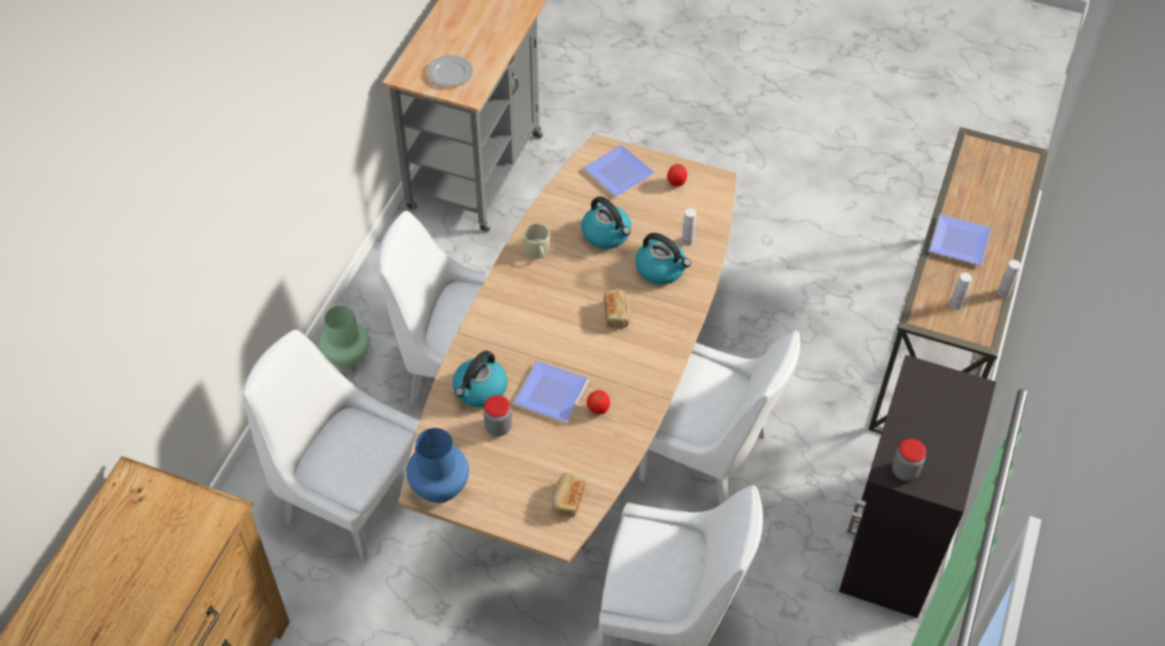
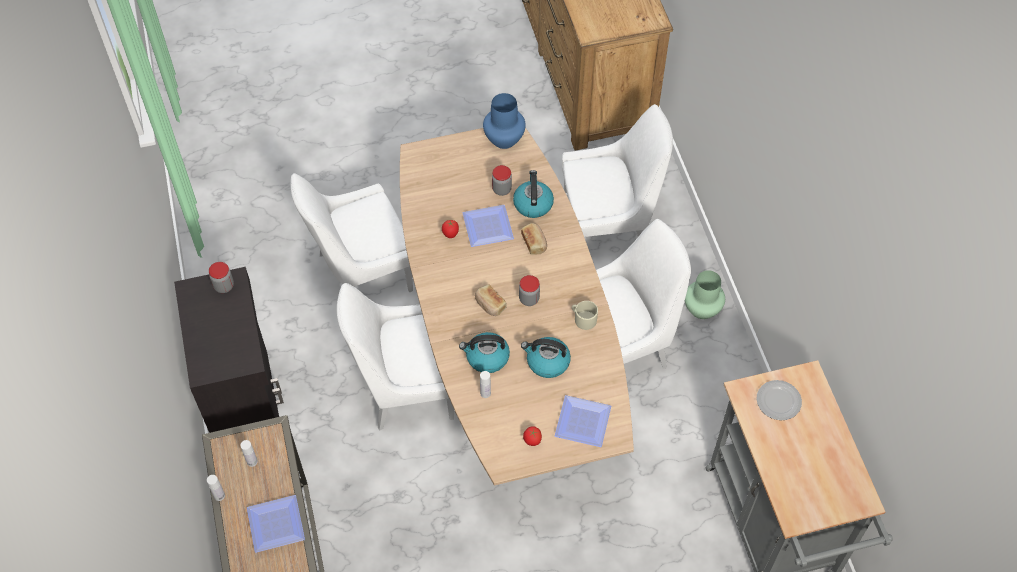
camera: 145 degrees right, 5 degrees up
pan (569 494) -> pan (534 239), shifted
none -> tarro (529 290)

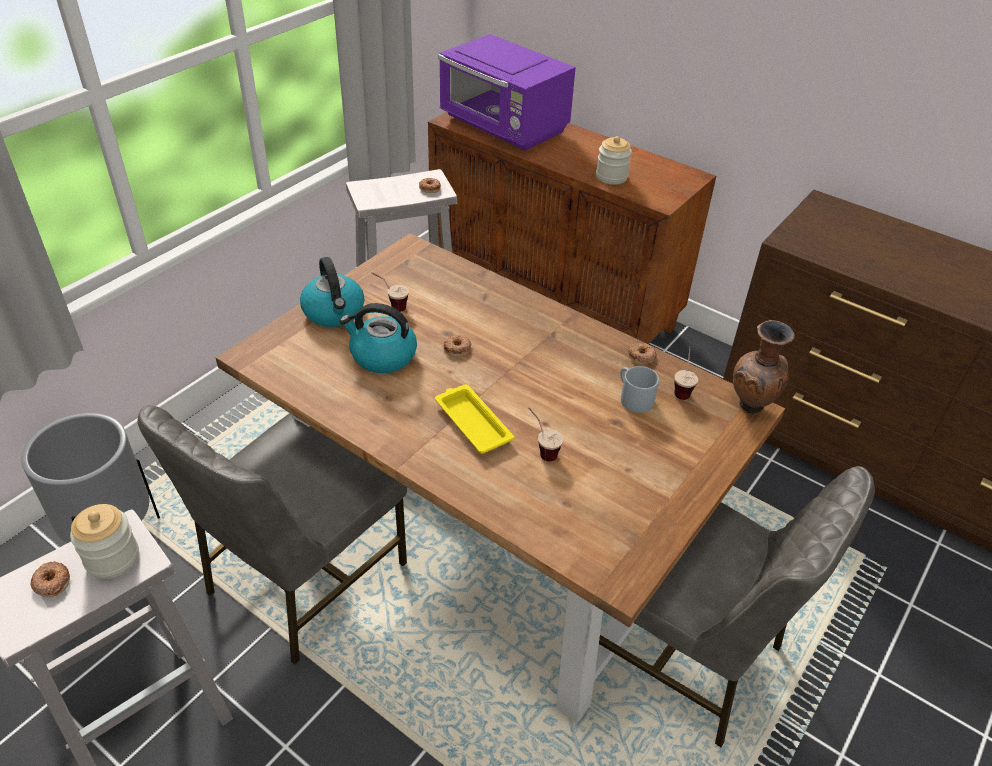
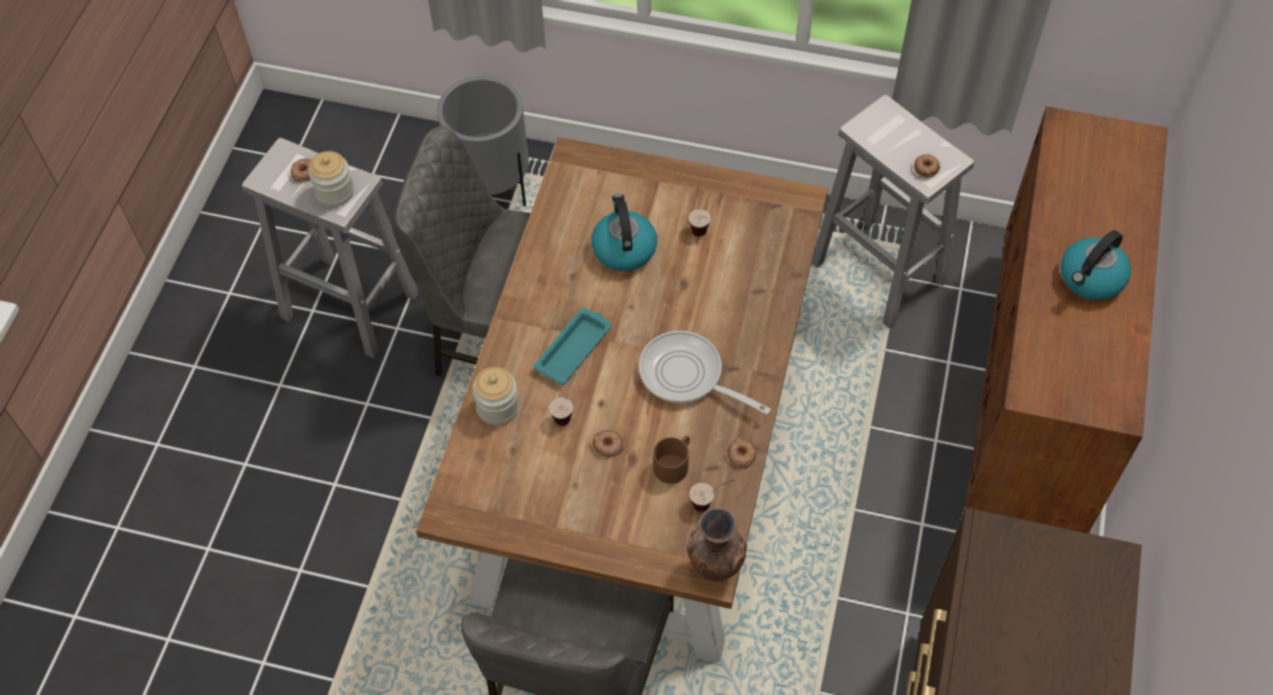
camera: 70 degrees right, 15 degrees up
hervidor (332 292) -> hervidor (1096 265), shifted
bandeja/amarillo (474 419) -> bandeja/turquesa (572 346)
microondas/morado (507 92) -> none
rosquilla (457 345) -> rosquilla (608 444), shifted
tarro (614 160) -> tarro (495 396), shifted
taza grande/gris (639 389) -> taza grande/marrón (671 460)
none -> sartén (705 372)

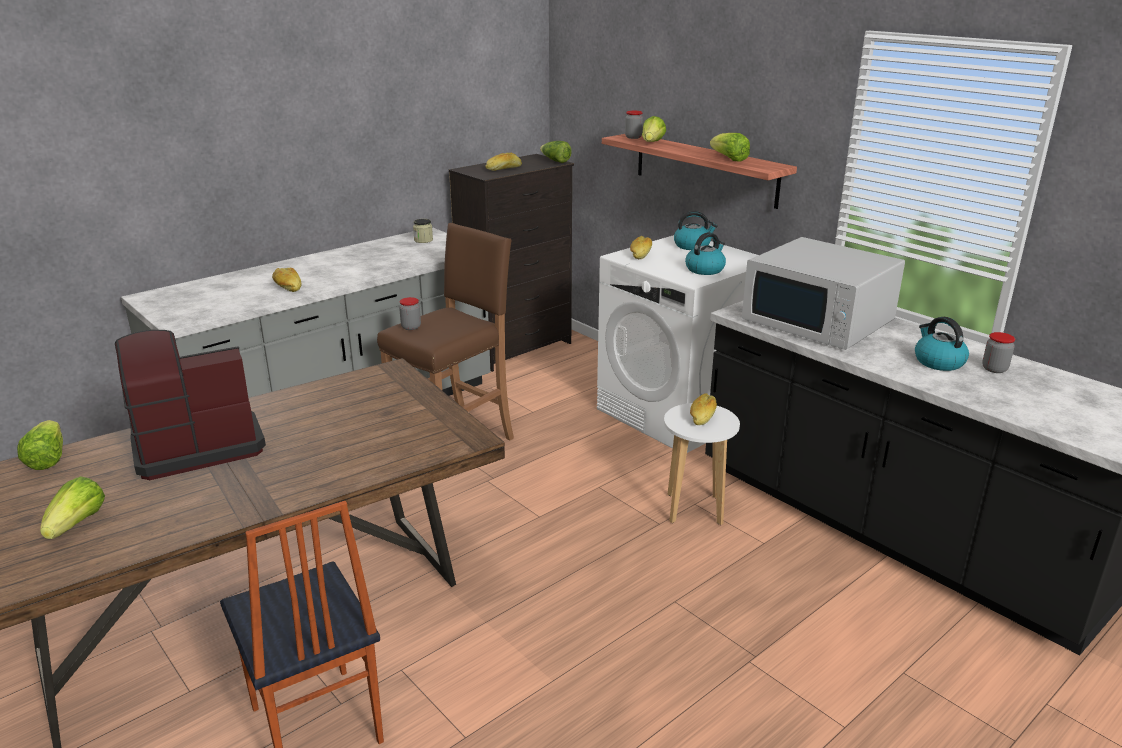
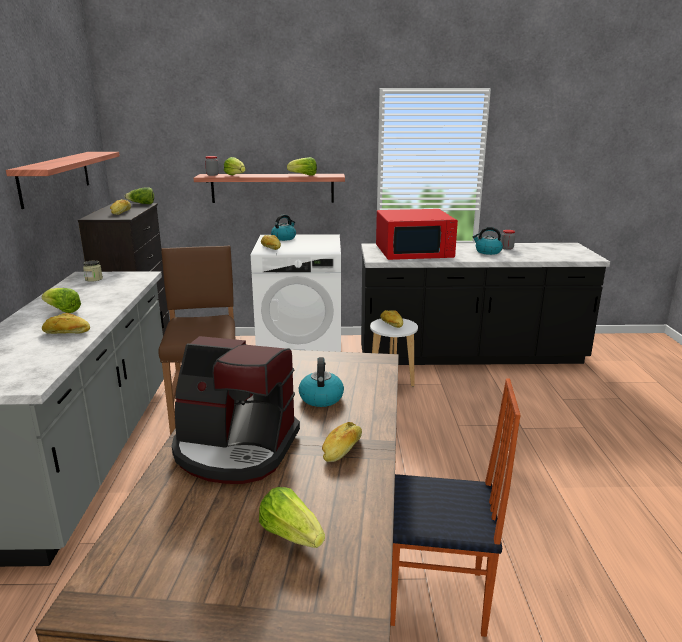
camera: 50 degrees left, 5 degrees down
lechuga (40 445) -> lechuga (61 300), shifted
cafetera (190 405) -> cafetera (236 410), 90 degrees counterclockwise
tarro (410 313) -> none
hervidor (705 253) -> hervidor (321 382), shifted
microondas/blanco (823 293) -> microondas/rojo (417 234)
none -> estante (63 180)
none -> pan (342 442)

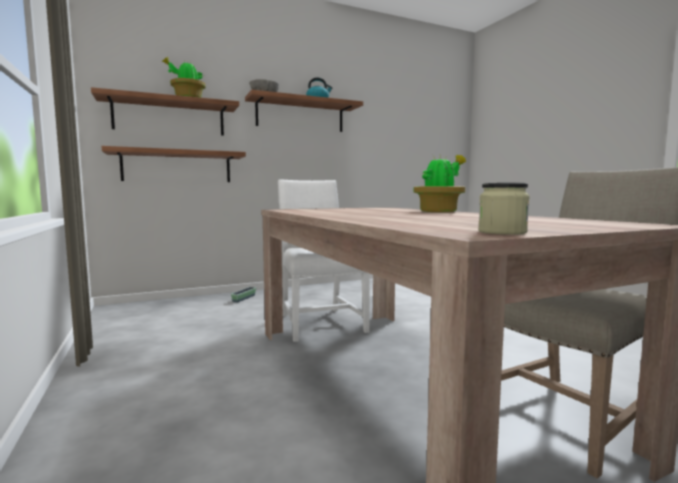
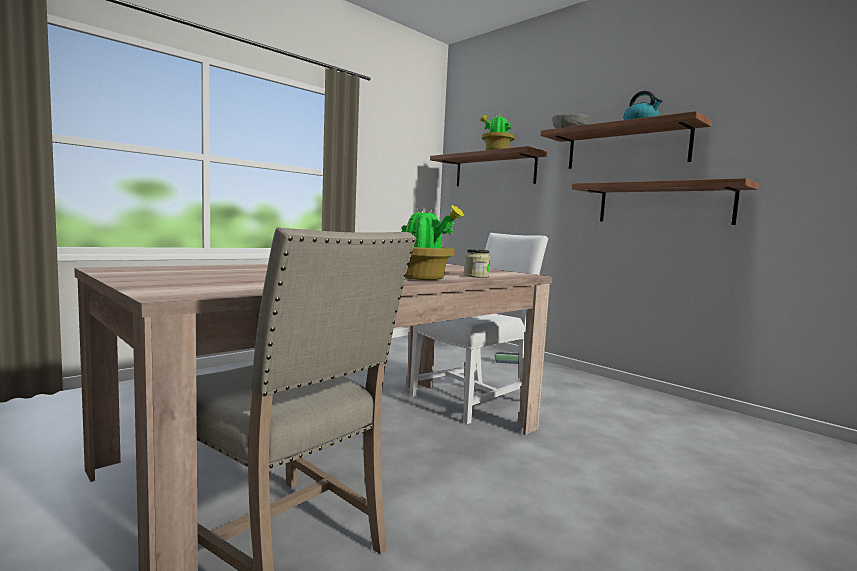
camera: 70 degrees right, 0 degrees up
estante (173 164) -> estante (665 201), shifted
tarro (504 209) -> tarro (477 263), shifted

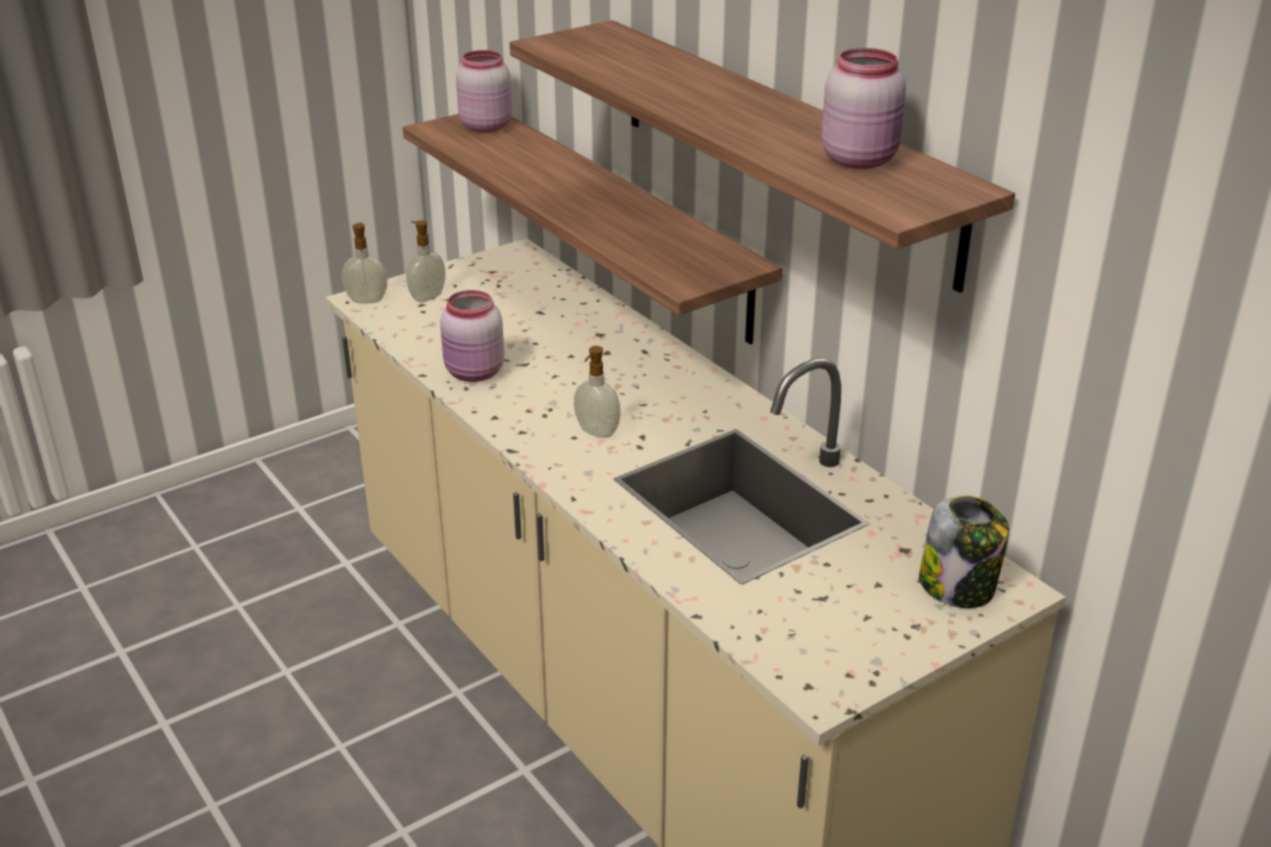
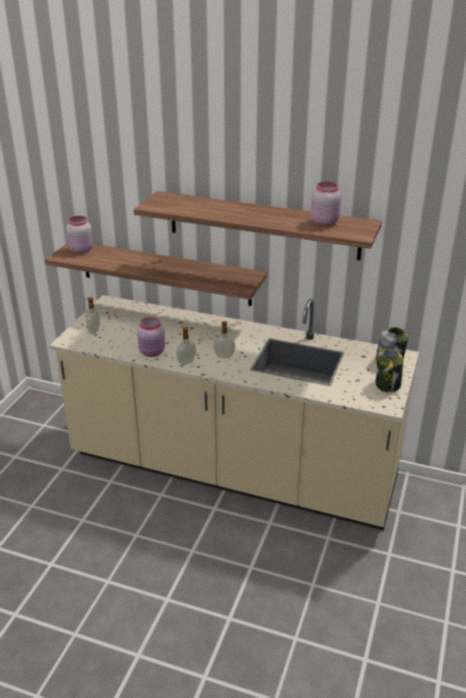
camera: 35 degrees left, 0 degrees up
dispensador de jabón (365 262) -> dispensador de jabón (186 345), shifted
none -> tarro (389 370)

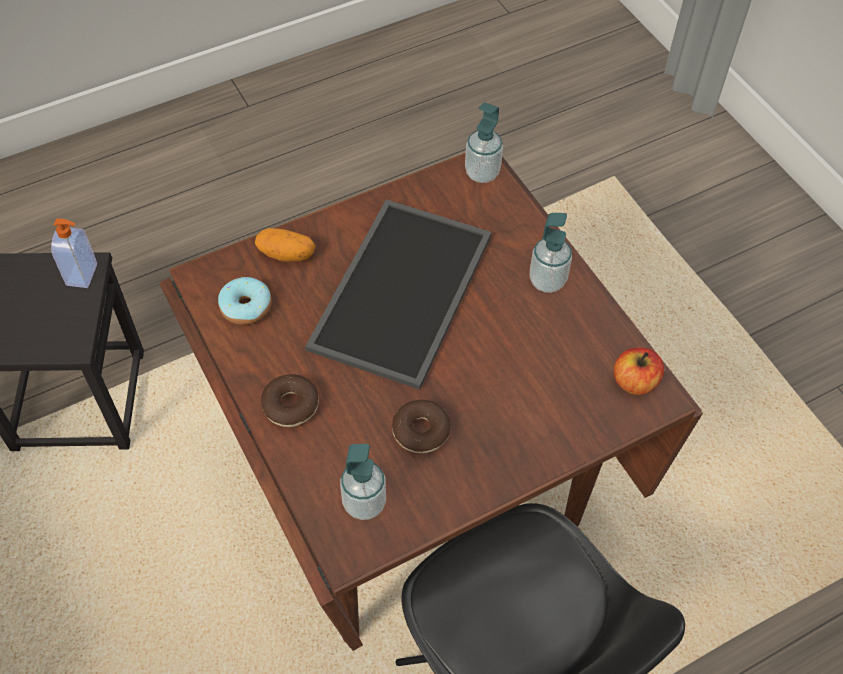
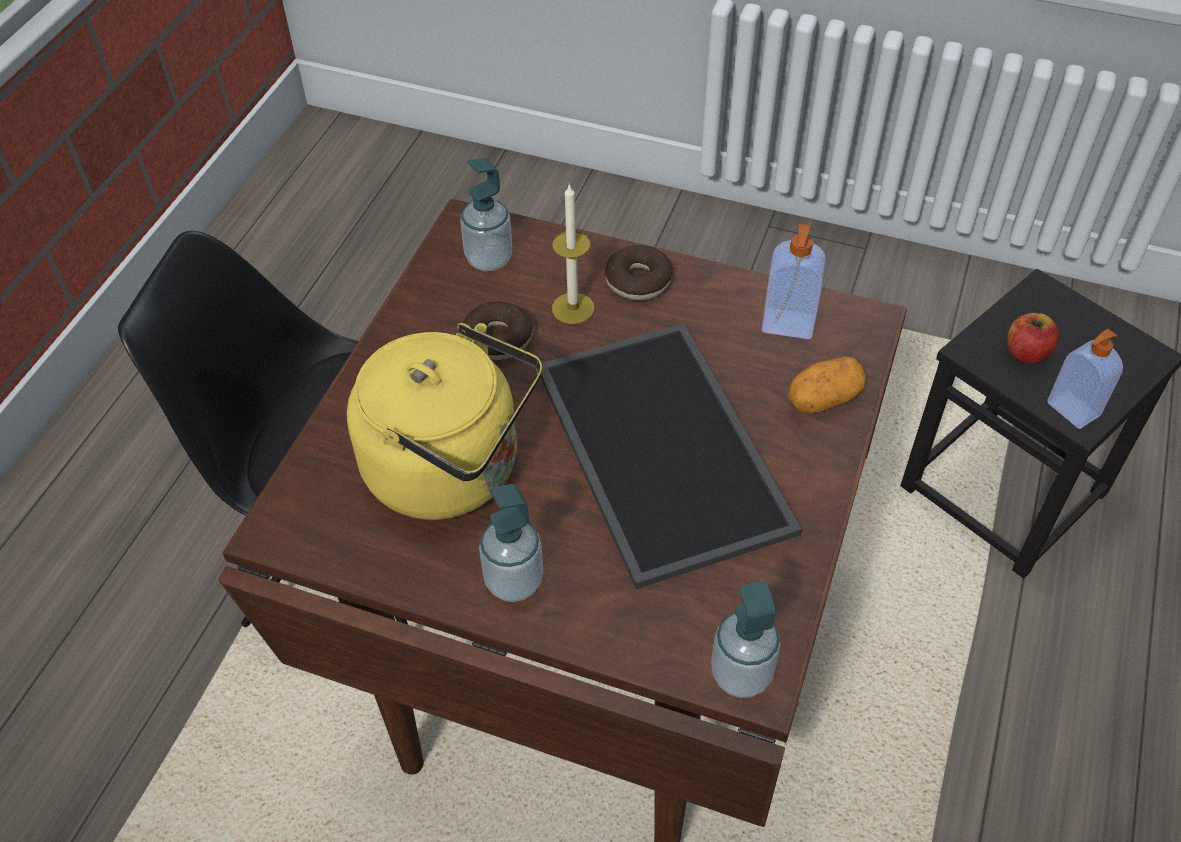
camera: 140 degrees right, 5 degrees down
rosquilla (245 301) -> dispensador de jabón (794 281)
manzana (639 371) -> manzana (1033 338), shifted
none -> hervidor/amarillo (444 421)
none -> vela (573 254)

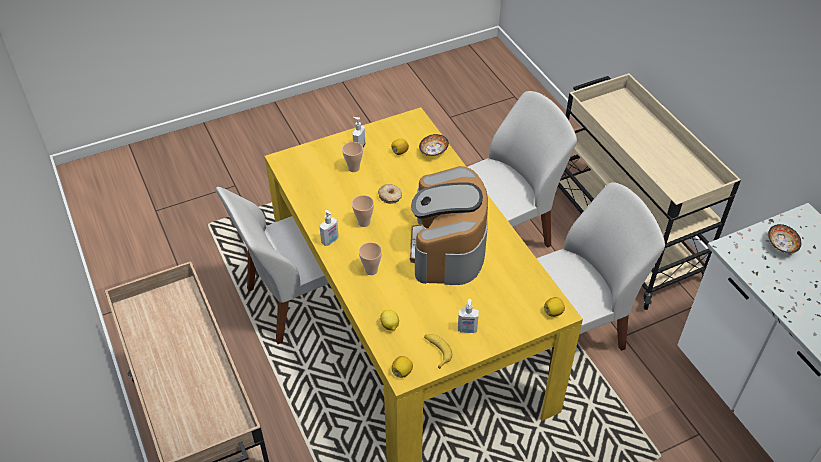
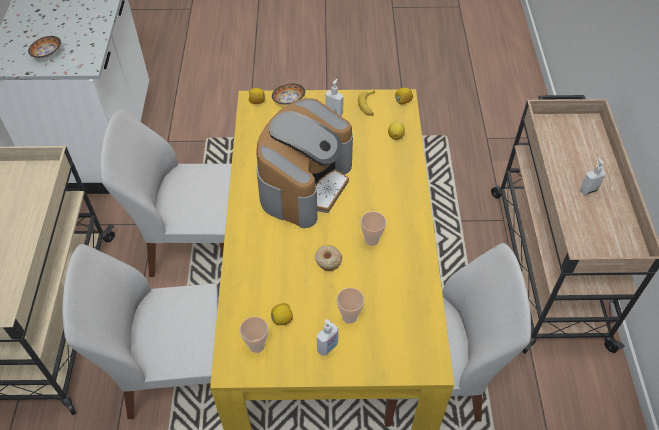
camera: 155 degrees left, 5 degrees up
dispensador de jabón (329 228) -> dispensador de jabón (593 176), shifted
taza (370 258) -> taza (254 335), shifted
cuenco (434 145) -> cuenco (288 94), shifted

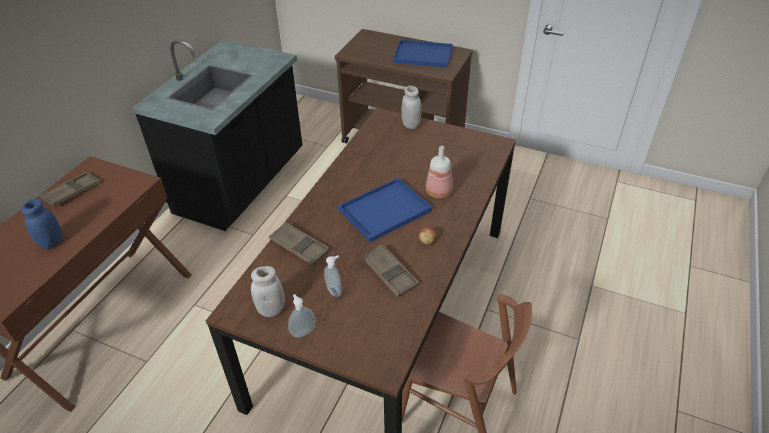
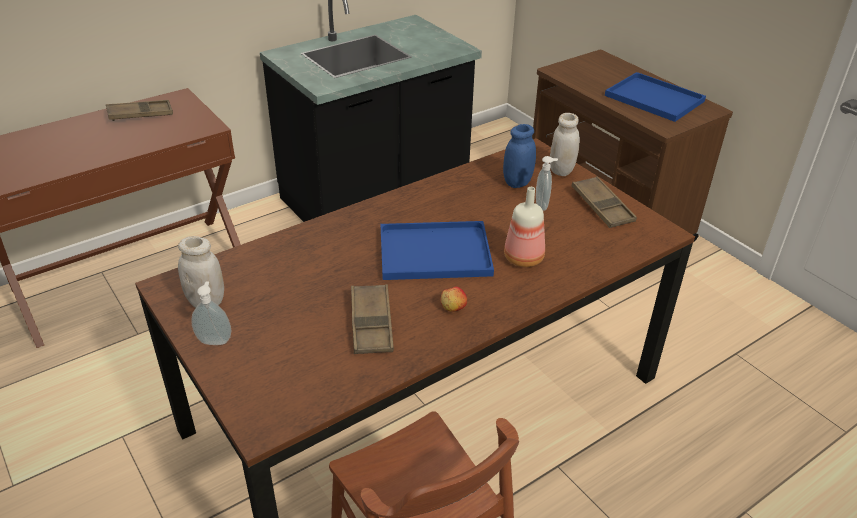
camera: 30 degrees right, 5 degrees down
tarro/azul (41 224) -> tarro/azul (519 156), shifted
bandeja/marrón (299 244) -> bandeja/marrón (604 202), shifted
dispensador de jabón (333 276) -> dispensador de jabón (547 183), shifted

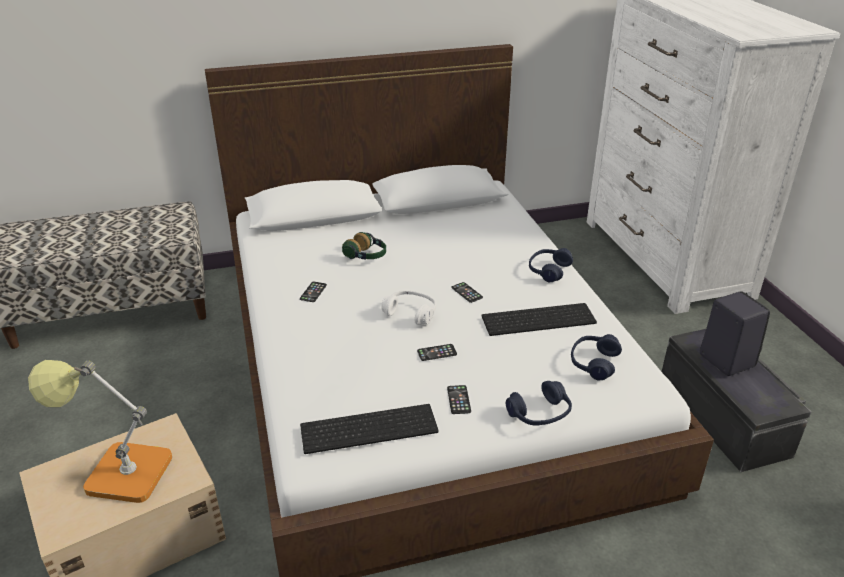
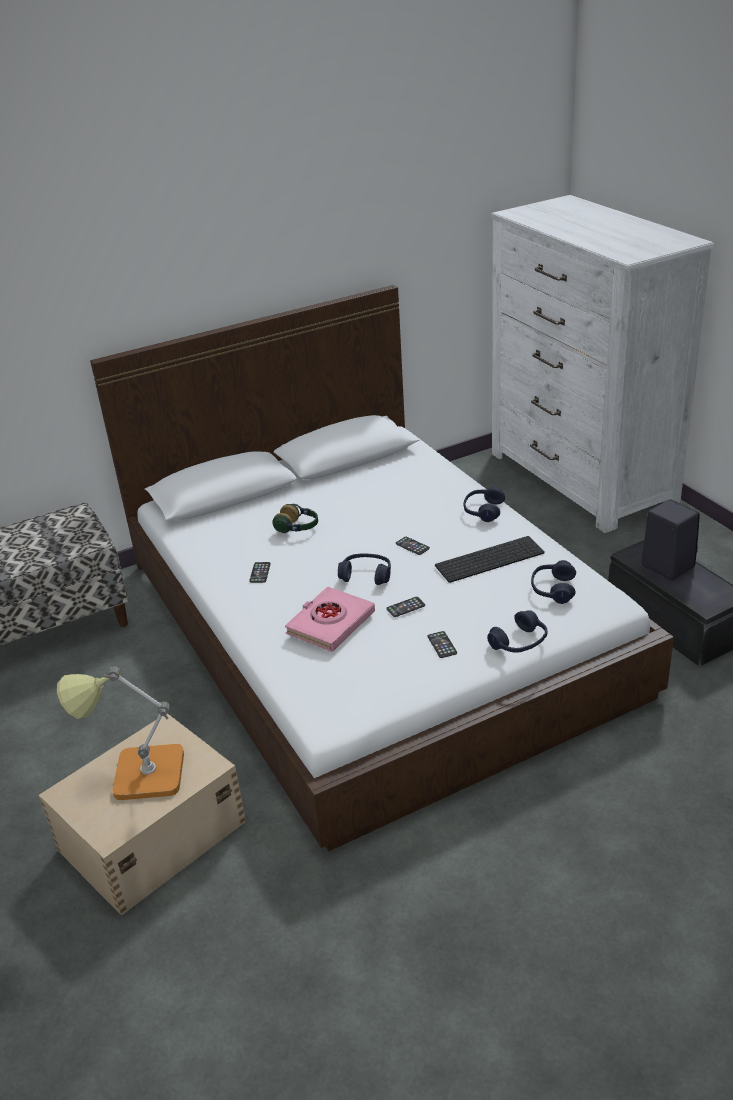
camera: 10 degrees left, 0 degrees up
teclado (369 429) -> none
auriculares/blanco (408 307) -> auriculares/azul (364 569)
none -> libro/rosa (330 619)

